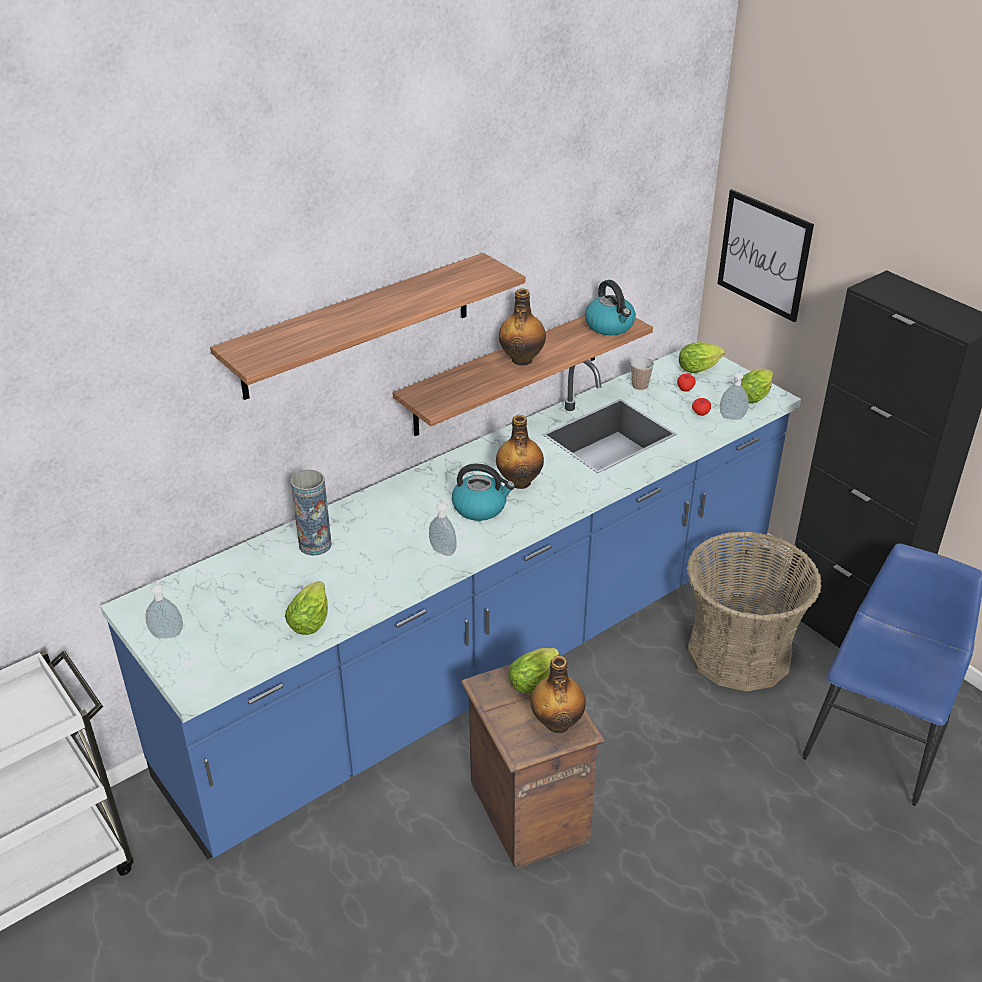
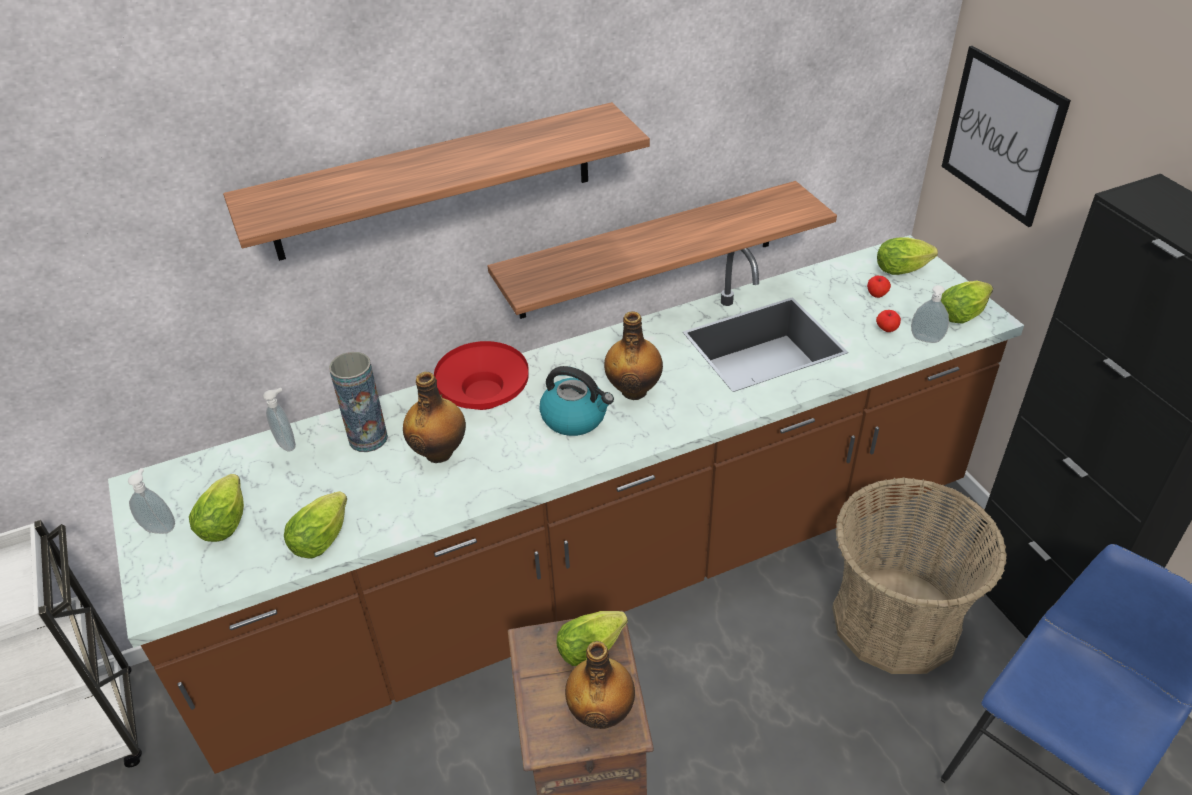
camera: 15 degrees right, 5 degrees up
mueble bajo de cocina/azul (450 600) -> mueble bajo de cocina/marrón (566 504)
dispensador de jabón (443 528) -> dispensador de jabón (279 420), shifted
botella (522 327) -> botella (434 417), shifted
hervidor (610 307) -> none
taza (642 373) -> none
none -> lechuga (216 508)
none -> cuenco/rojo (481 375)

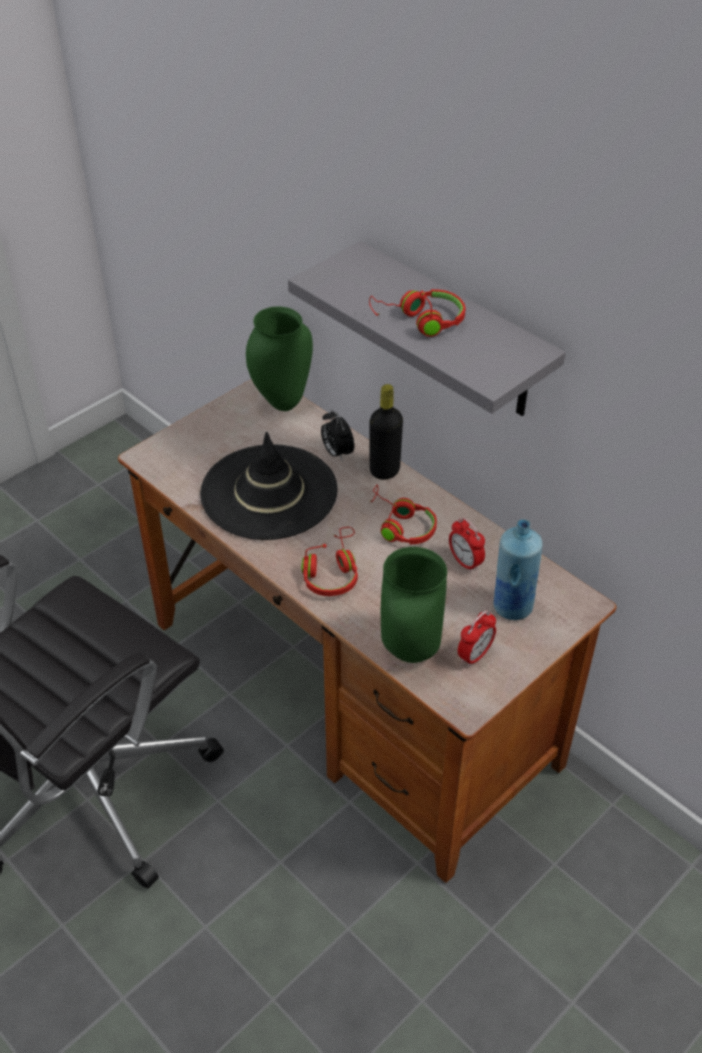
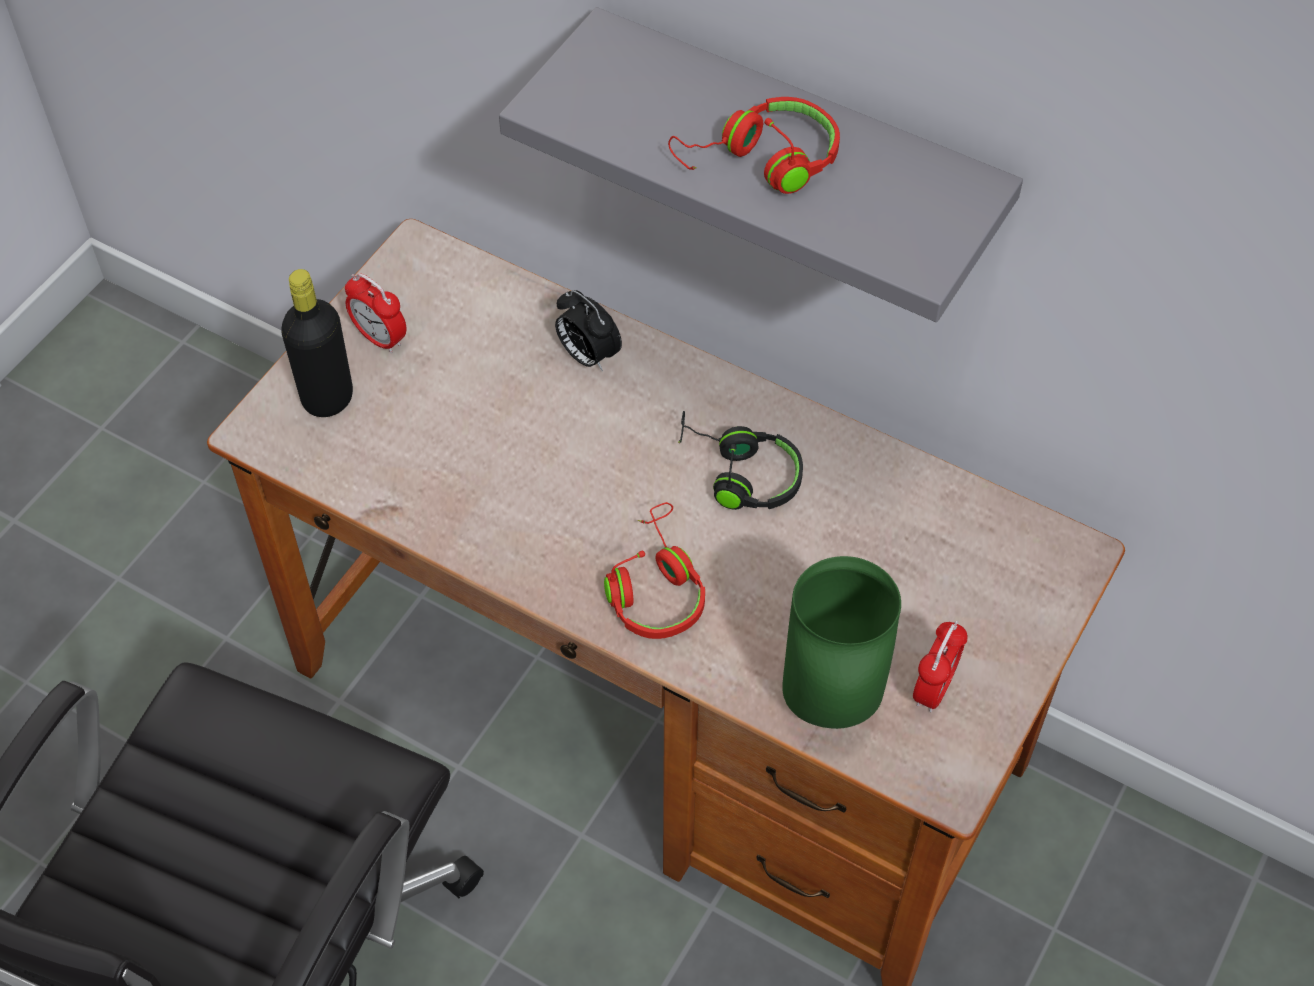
camera: 15 degrees left, 10 degrees up
sombrero/negro (269 485) -> none
florero/verde (279 358) -> none
botella/negro (386 432) -> botella/negro (317 343), shifted
auriculares/rojo (403 514) -> auriculares/negro (740 460)
despertador (467 545) -> despertador (376 313), shifted
botella/azul (518 569) -> none

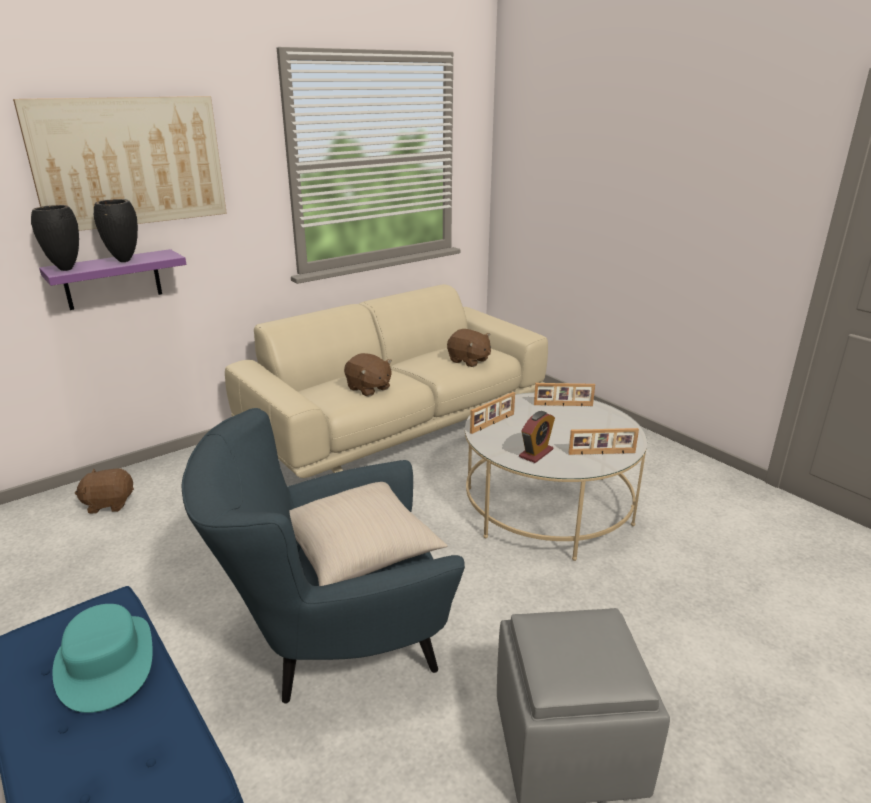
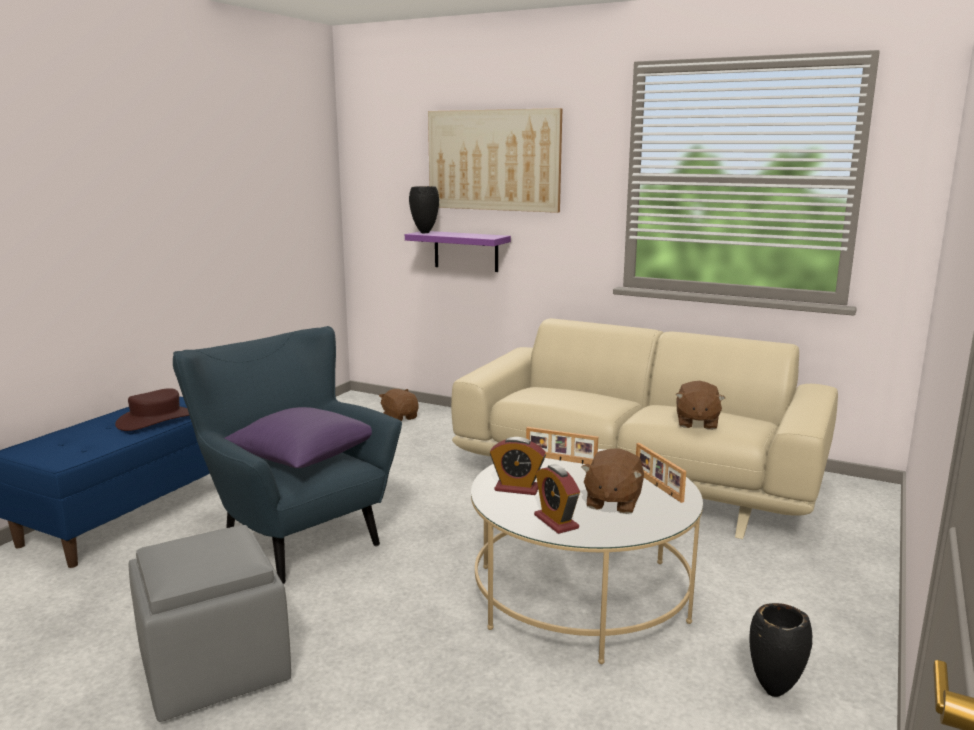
camera: 65 degrees right, 10 degrees down
sombrero/turquesa (102 658) -> sombrero/marrón (152 409)
florero/negro (115 230) -> florero/negro (780 650), shifted
cojín/beis (368 534) -> cojín/morado (298 437)
peluche/marrón (368 374) -> peluche/marrón (612 481), shifted
portarretratos (604 441) -> despertador (557 499)

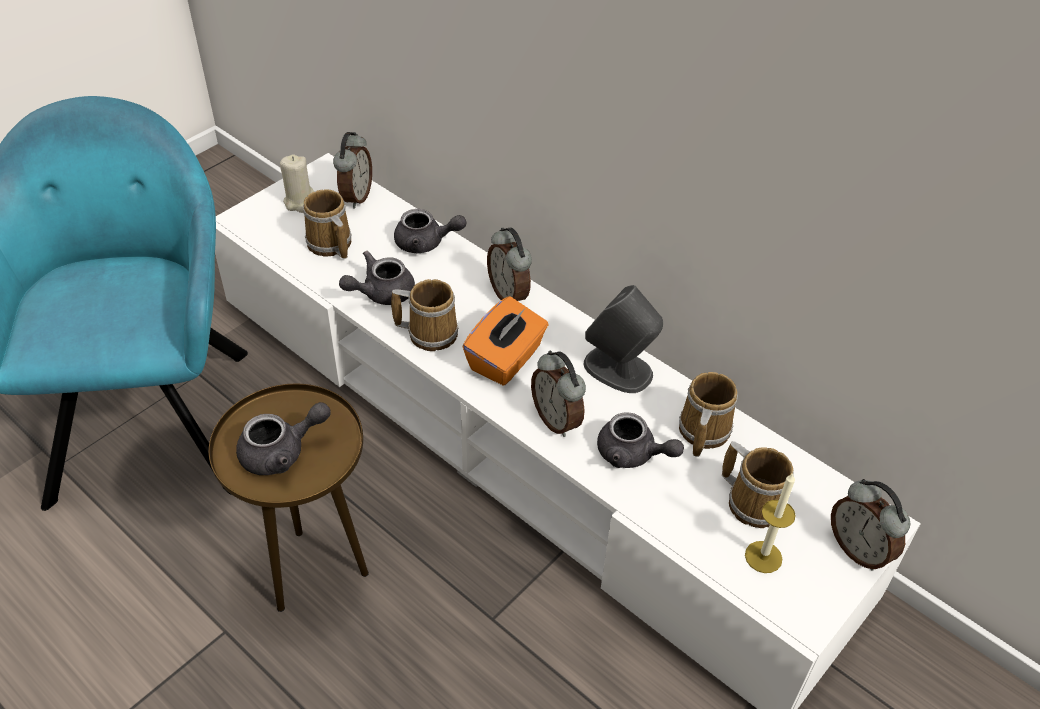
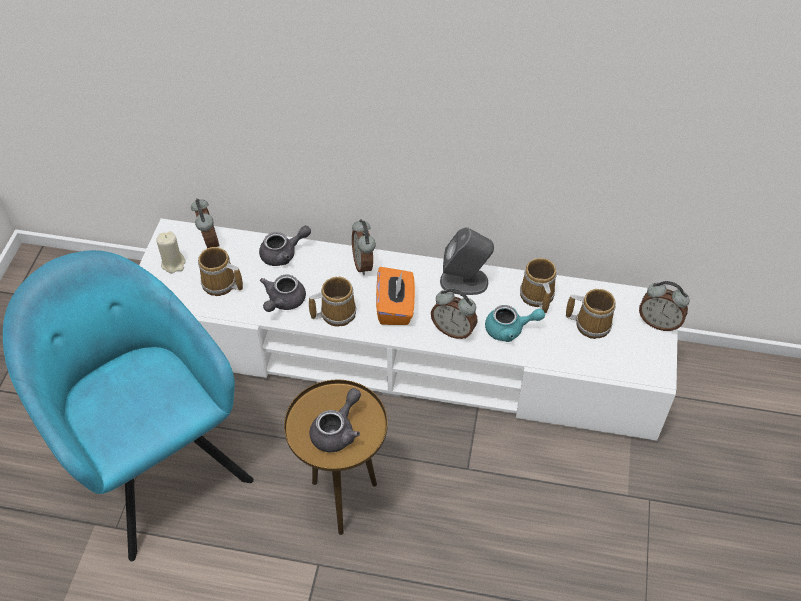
camera: 30 degrees left, 5 degrees up
despertador (509 264) -> despertador (363 247), 45 degrees clockwise
tetera/gris (640 440) -> tetera/turquesa (515 323)
vela (770 523) -> none

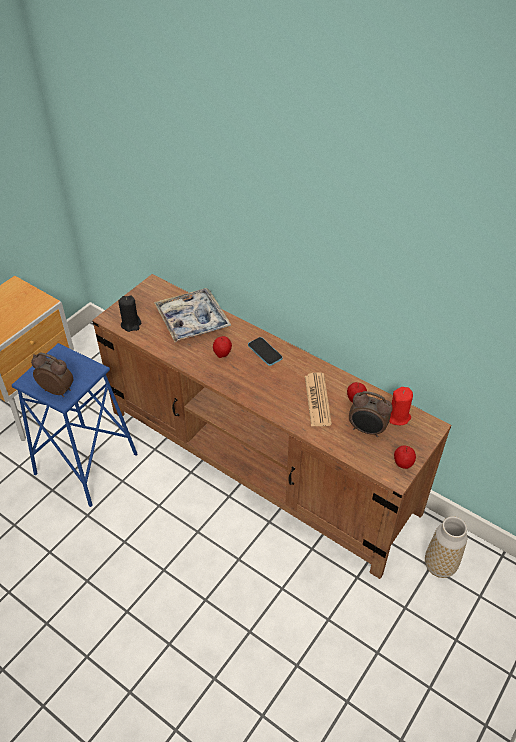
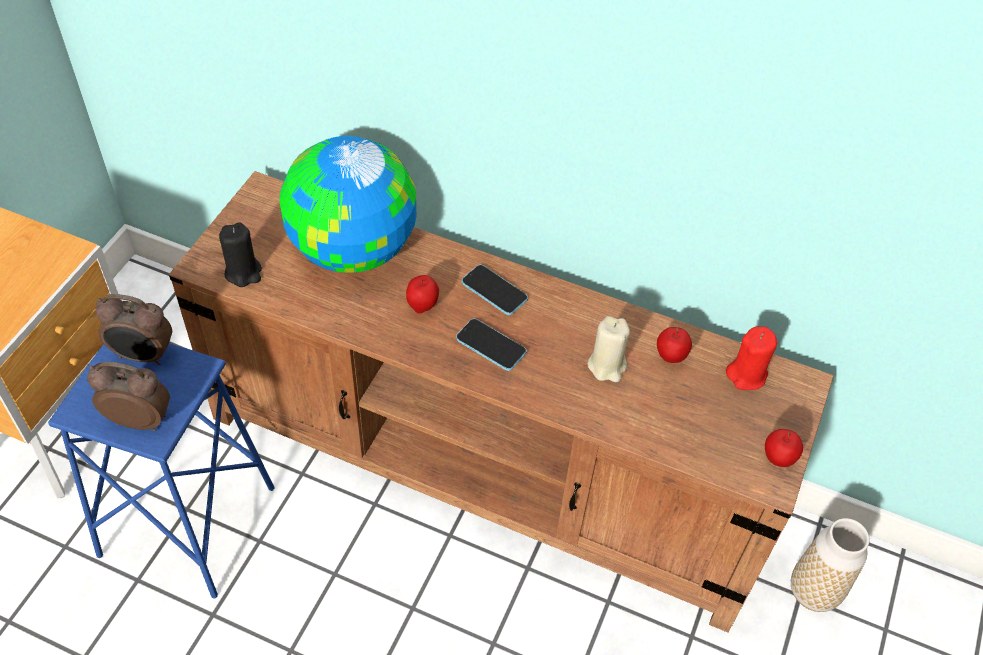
camera: 15 degrees left, 5 degrees up
bandeja (193 315) -> globo terráqueo (347 204)
periódico (318 399) -> vela/beis (609 349)
despertador (371 414) -> despertador (133 329), shifted
none -> móvil (491 344)

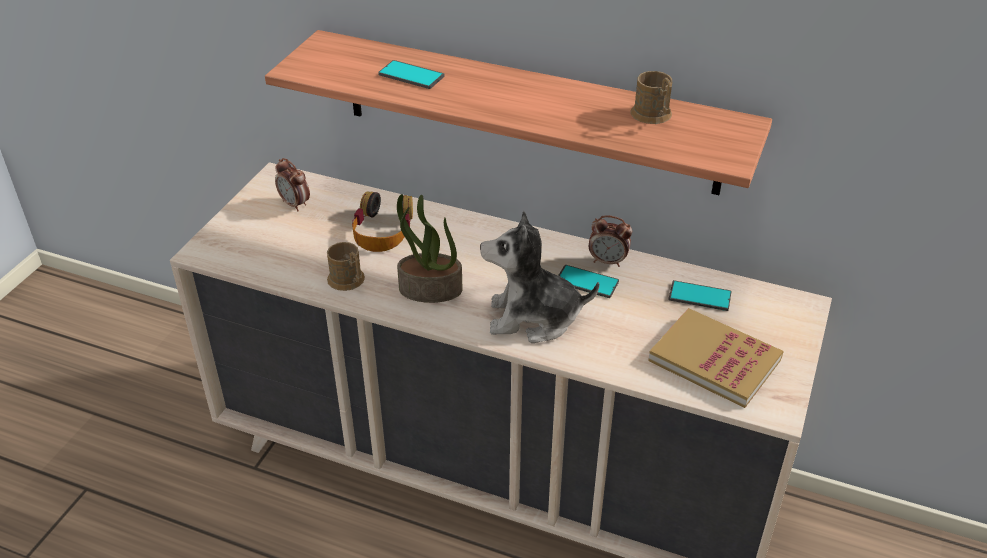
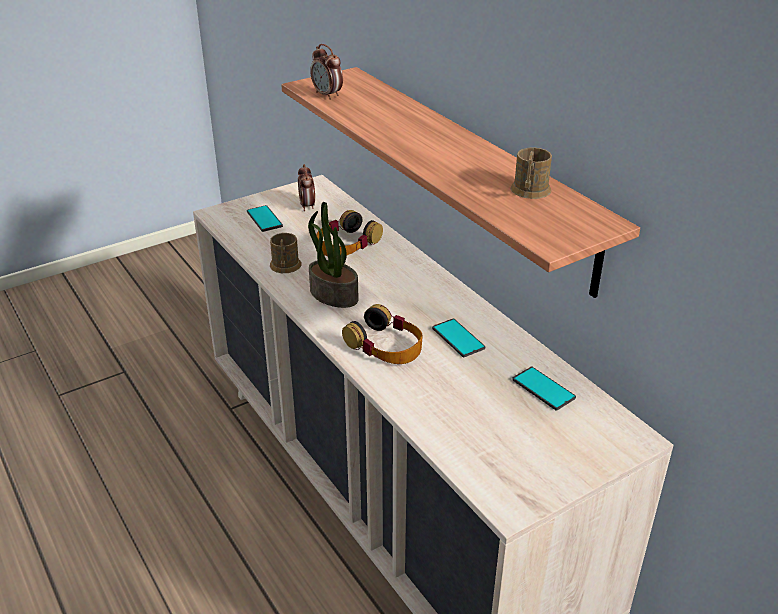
camera: 35 degrees right, 5 degrees down
móvil (411 74) -> móvil (265 218), shifted
peluche (539 277) -> auriculares (382 334)
despertador (610 241) -> despertador (326 72), shifted
libro (716 358) -> none

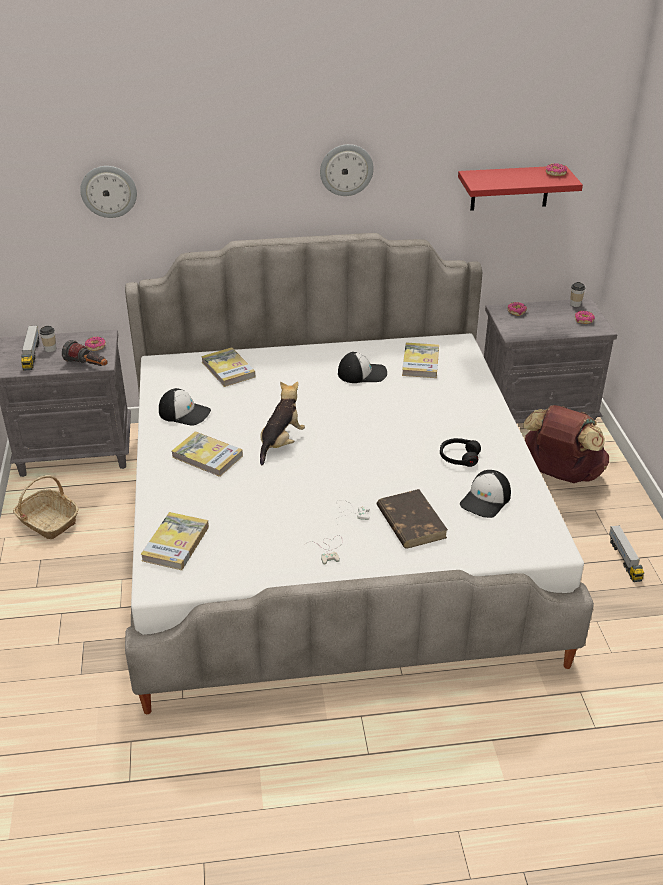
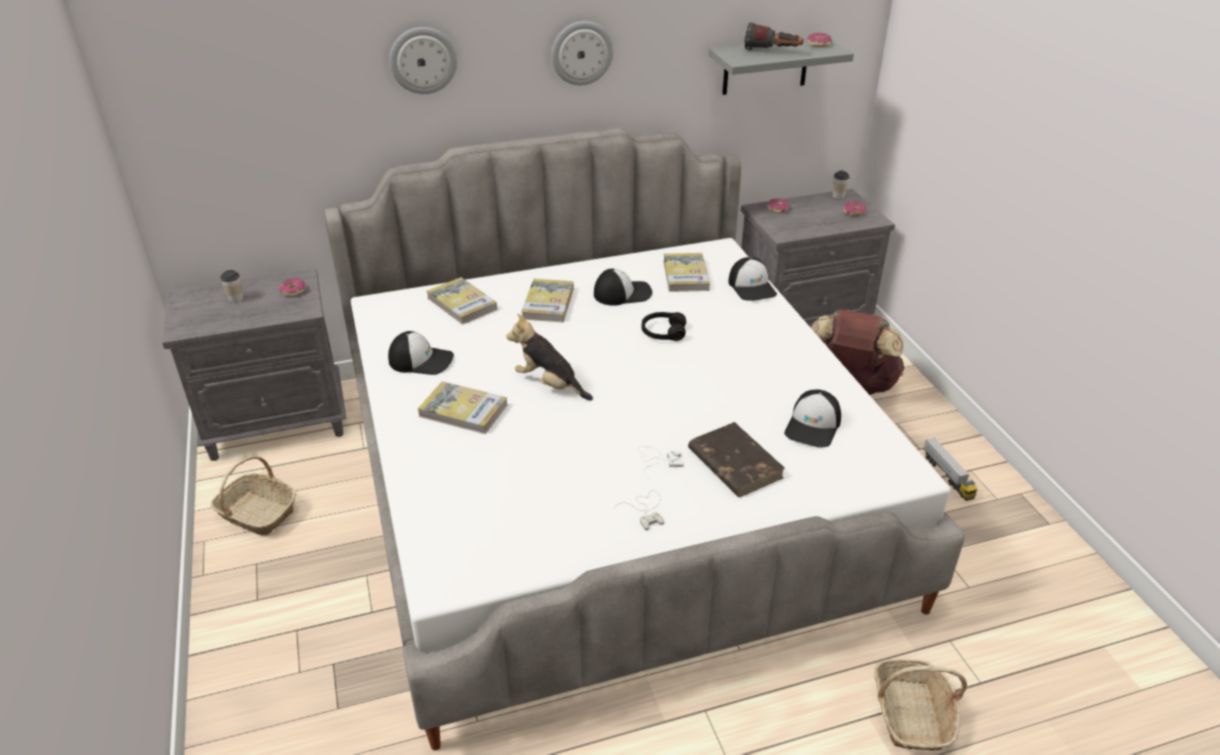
camera: 10 degrees left, 0 degrees up
camión de juguete (30 347) -> none
linterna (85 353) -> linterna (773 36), shifted
reloj de pared (108 192) -> reloj de pared (423 60), shifted
libro (174 541) -> libro (547 300), shifted
peluche (282 423) -> peluche (549 357), 75 degrees counterclockwise
auriculares/negro (460 452) -> auriculares/negro (664 326), shifted
estante/rojo (520 188) -> estante/gris (781 66)
none -> gorra (752 279)
none -> cesta (920 705)

